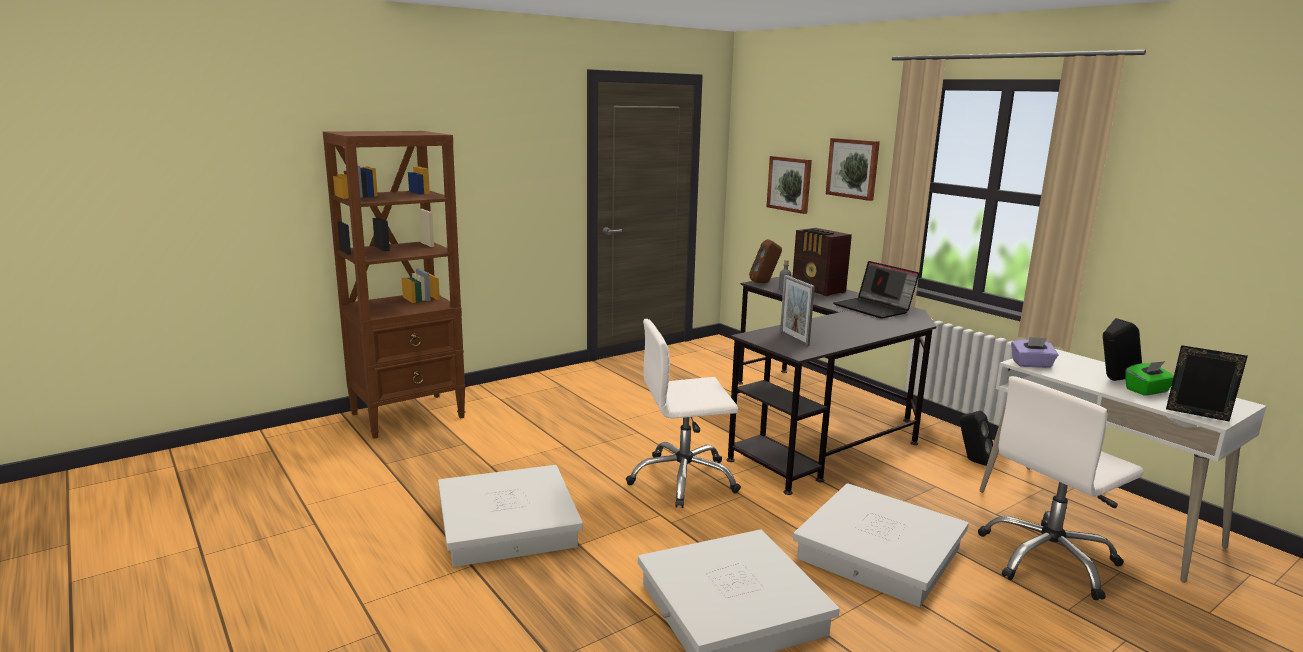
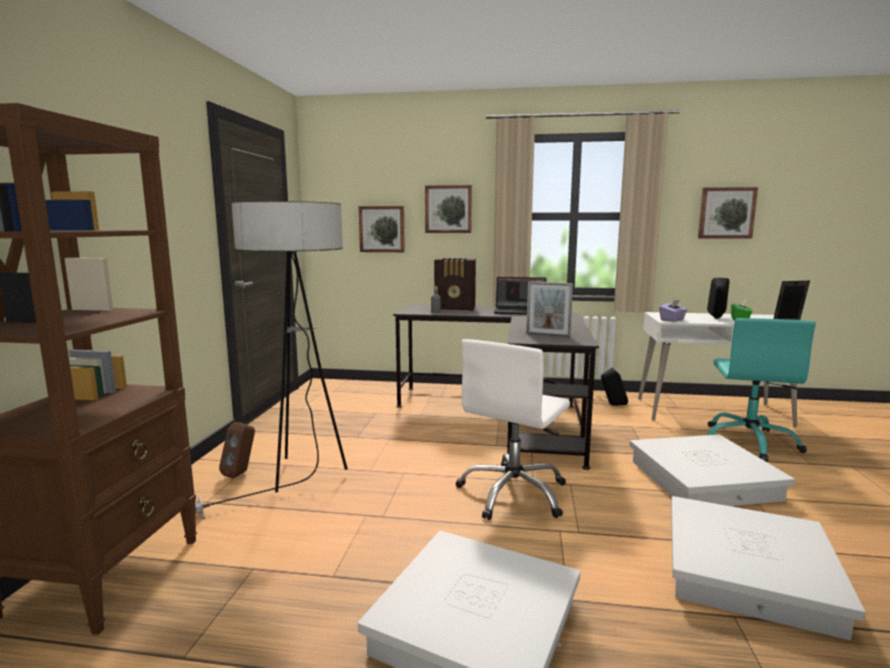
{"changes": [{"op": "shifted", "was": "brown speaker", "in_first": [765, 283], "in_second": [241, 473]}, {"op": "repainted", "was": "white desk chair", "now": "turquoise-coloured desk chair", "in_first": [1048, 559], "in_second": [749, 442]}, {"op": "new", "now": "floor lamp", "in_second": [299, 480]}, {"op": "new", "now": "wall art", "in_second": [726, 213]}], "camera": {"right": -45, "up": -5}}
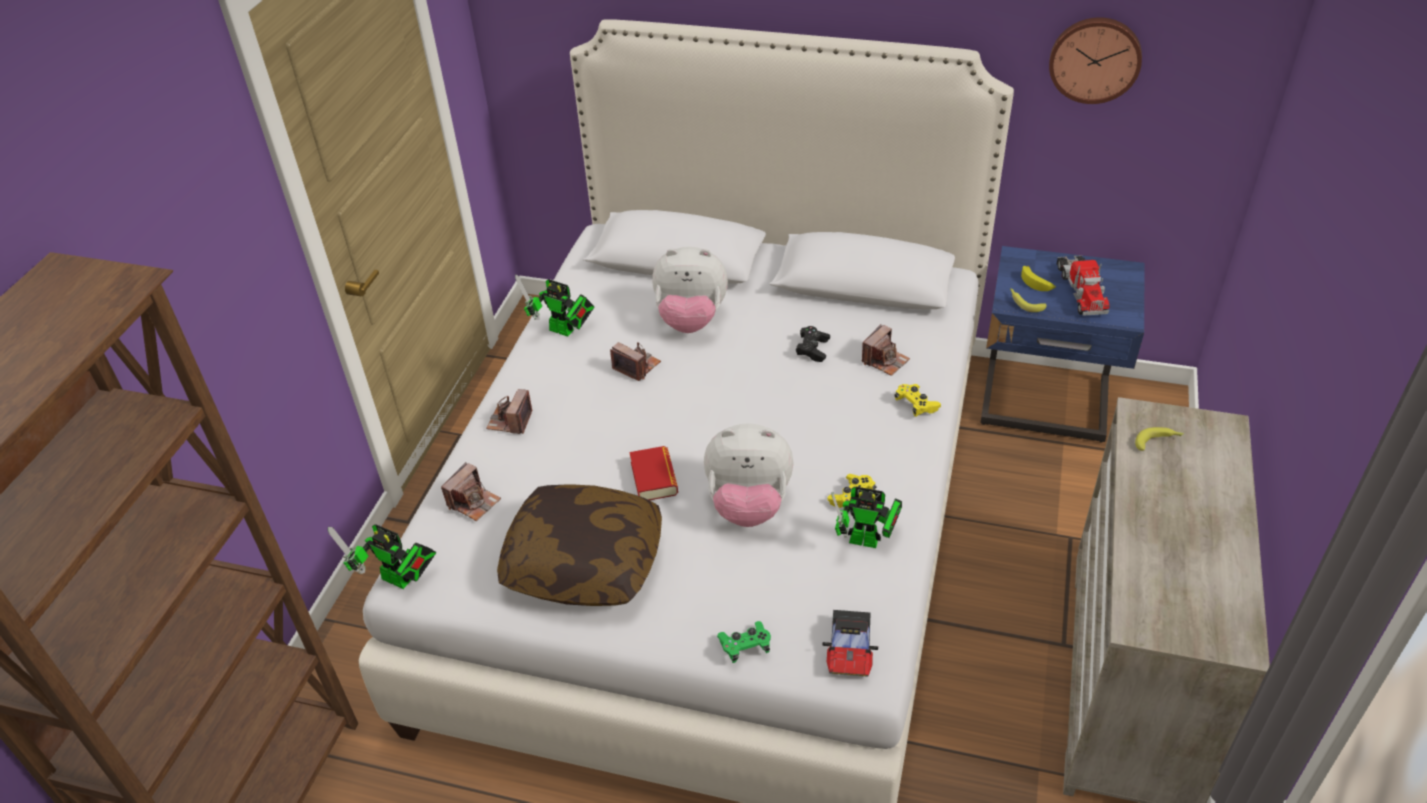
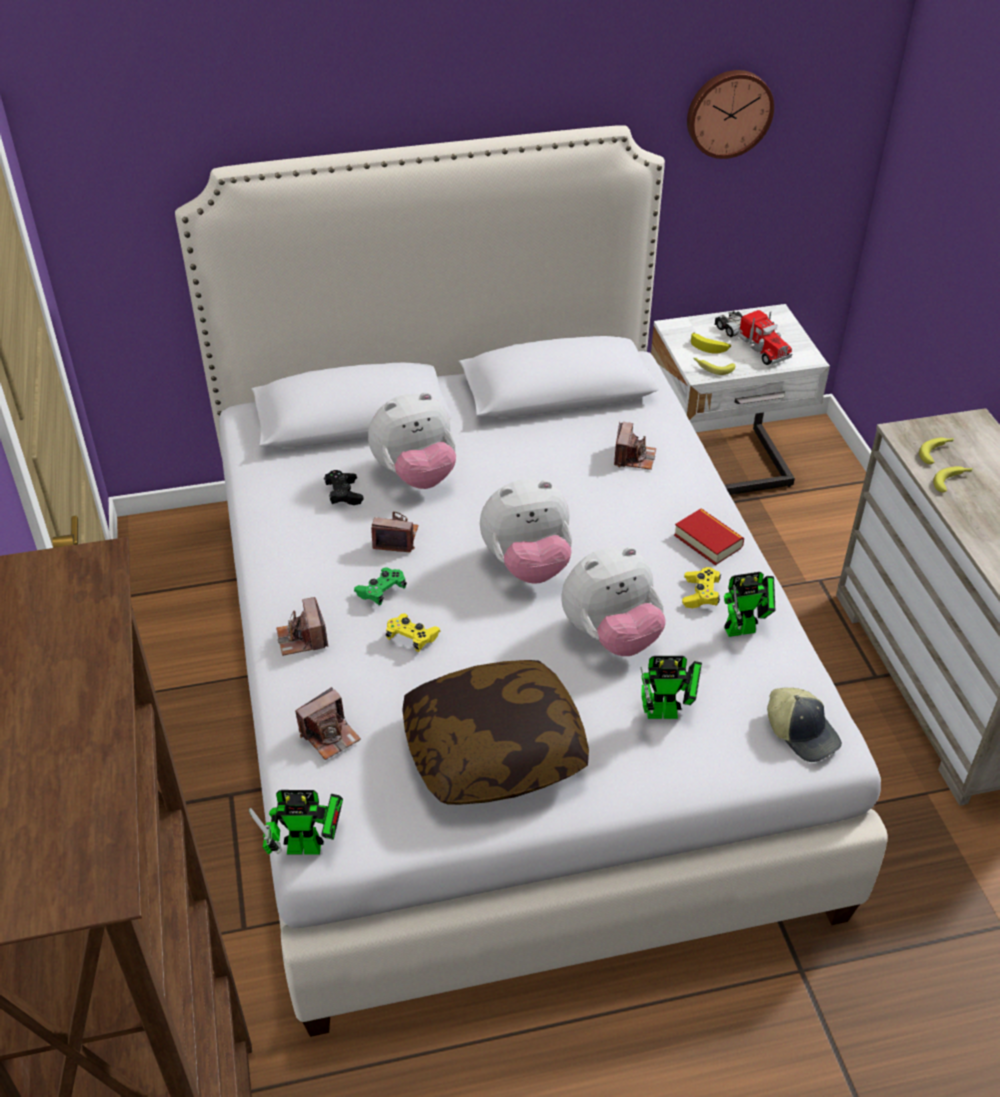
{"changes": [{"op": "rotated", "was": "still camera", "in_first": [473, 502], "in_second": [330, 735], "clockwise": 45}, {"op": "shifted", "was": "model robot", "in_first": [565, 331], "in_second": [667, 713]}, {"op": "shifted", "was": "bound book", "in_first": [654, 478], "in_second": [708, 541]}, {"op": "shifted", "was": "green game controller", "in_first": [745, 647], "in_second": [381, 592]}, {"op": "shifted", "was": "black-coloured game controller", "in_first": [812, 349], "in_second": [344, 494]}, {"op": "swapped", "was": "model car", "now": "cap", "in_first": [850, 649], "in_second": [802, 732]}, {"op": "shifted", "was": "yellow game controller", "in_first": [916, 405], "in_second": [412, 638]}, {"op": "repainted", "was": "bluish nightstand", "now": "white nightstand", "in_first": [1045, 405], "in_second": [721, 469]}, {"op": "new", "now": "cuddly toy", "in_second": [527, 565]}, {"op": "new", "now": "whole banana", "in_second": [952, 481]}], "camera": {"right": -30, "up": 0}}
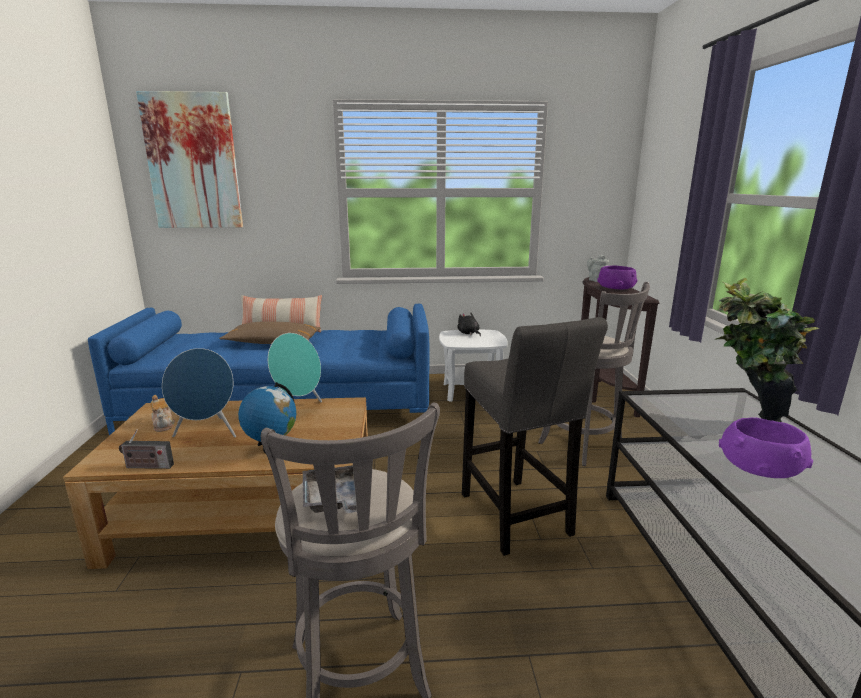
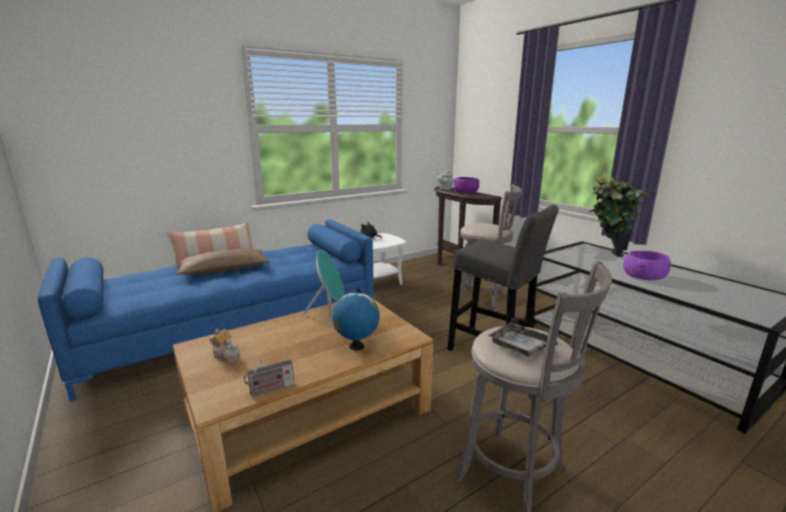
{"changes": [{"op": "gone", "was": "wall art", "in_first": [193, 162]}, {"op": "gone", "was": "bluish speaker", "in_first": [207, 433]}], "camera": {"right": -30, "up": 0}}
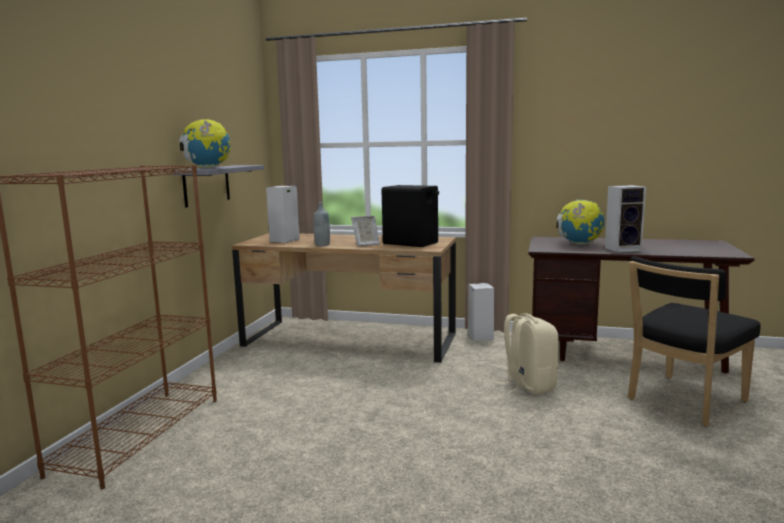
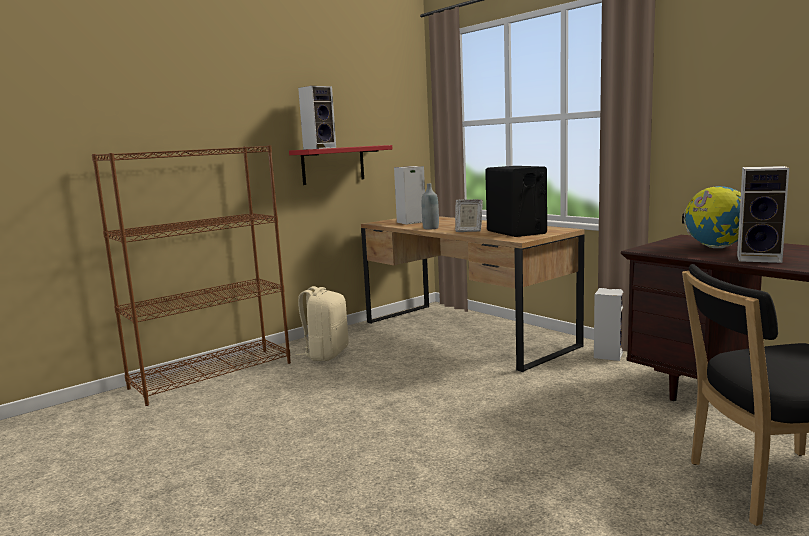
{"changes": [{"op": "repainted", "was": "greyish bracket shelf", "now": "red-coloured bracket shelf", "in_first": [206, 185], "in_second": [333, 165]}, {"op": "swapped", "was": "globe", "now": "speaker", "in_first": [207, 168], "in_second": [320, 148]}, {"op": "shifted", "was": "beige knapsack", "in_first": [528, 385], "in_second": [326, 354]}], "camera": {"right": 35, "up": 0}}
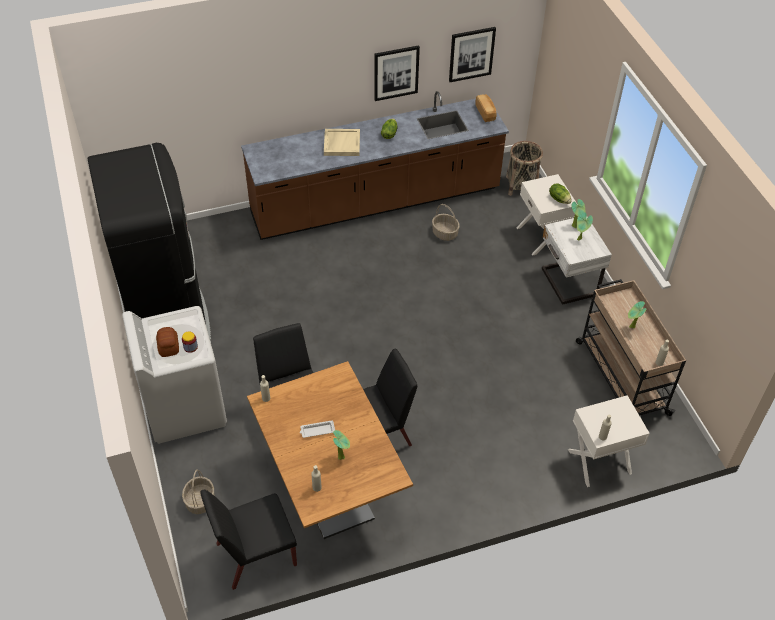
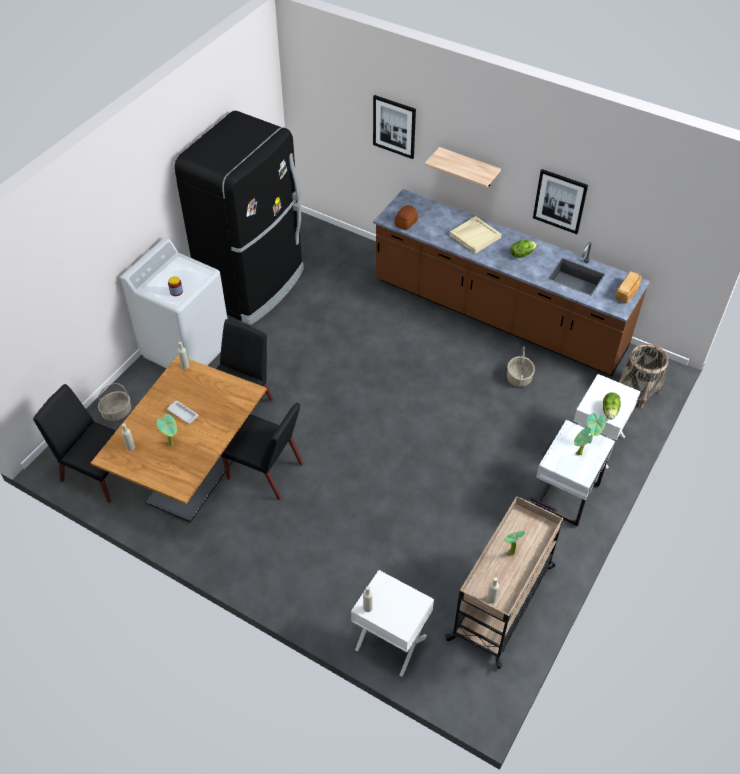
{"changes": [{"op": "shifted", "was": "bread", "in_first": [168, 347], "in_second": [405, 223]}, {"op": "shifted", "was": "wall art", "in_first": [471, 54], "in_second": [394, 126]}, {"op": "new", "now": "bracket shelf", "in_second": [468, 167]}], "camera": {"right": 50, "up": 0}}
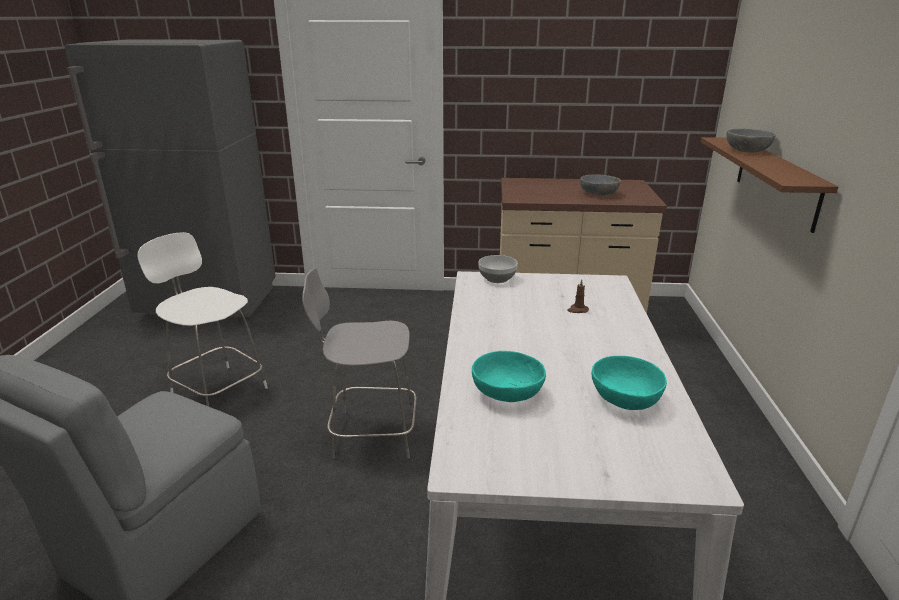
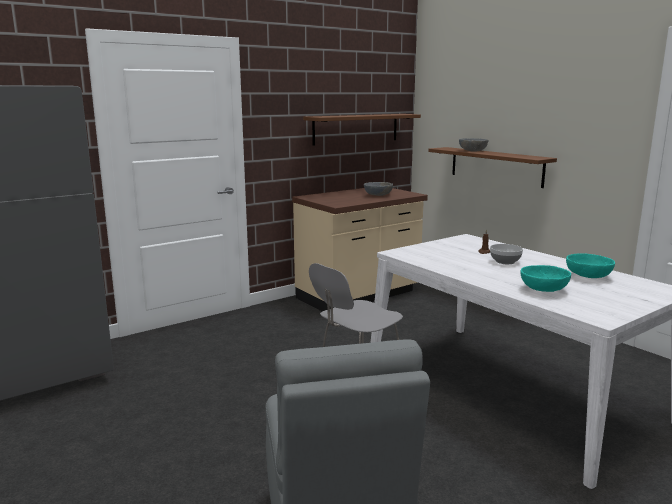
{"changes": [{"op": "gone", "was": "white plain chair", "in_first": [217, 390]}, {"op": "shifted", "was": "deep dish", "in_first": [497, 278], "in_second": [504, 261]}, {"op": "new", "now": "brown bracket shelf", "in_second": [356, 128]}], "camera": {"right": -40, "up": -10}}
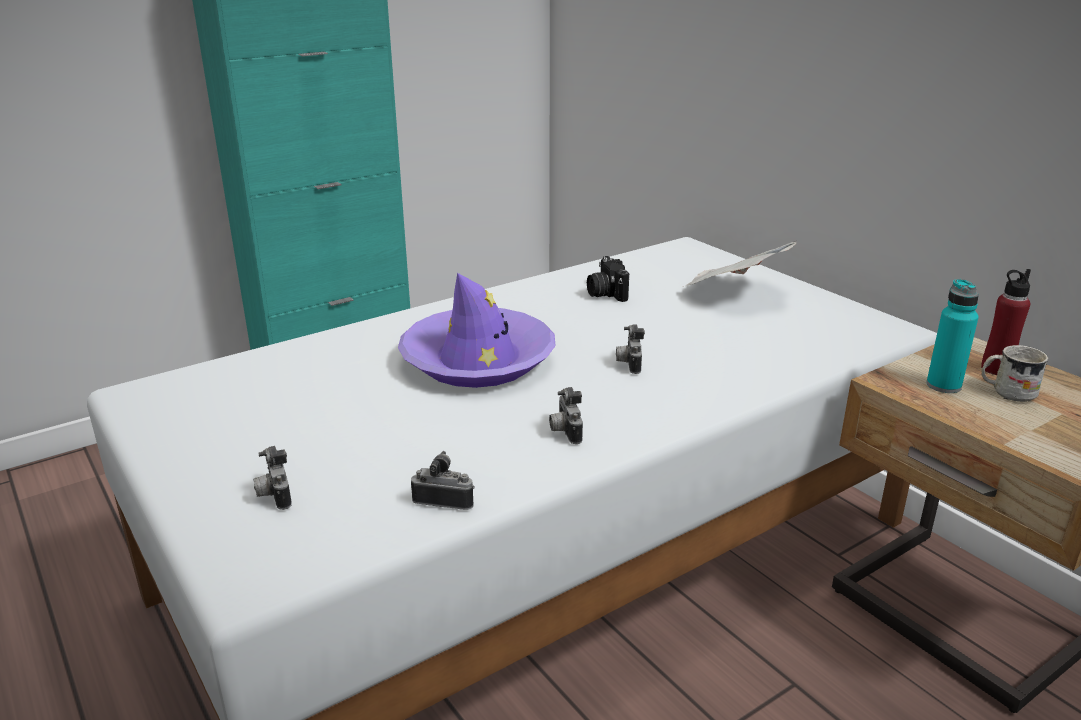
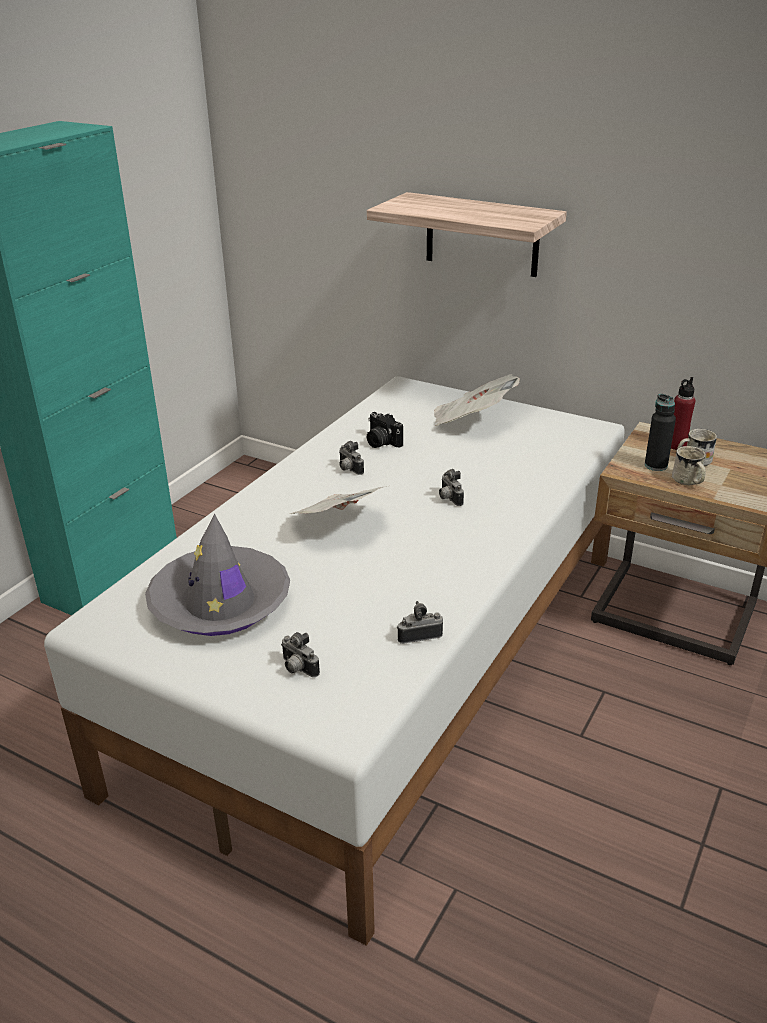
{"changes": [{"op": "swapped", "was": "purple clothing hat", "now": "daily paper", "in_first": [478, 360], "in_second": [339, 523]}, {"op": "shifted", "was": "still camera", "in_first": [564, 432], "in_second": [348, 470]}, {"op": "repainted", "was": "turquoise-coloured bottle", "now": "black-coloured bottle", "in_first": [943, 385], "in_second": [655, 465]}, {"op": "new", "now": "greyish clothing hat", "in_second": [220, 603]}, {"op": "new", "now": "bracket shelf", "in_second": [482, 235]}, {"op": "new", "now": "white mug", "in_second": [688, 482]}], "camera": {"right": -25, "up": 5}}
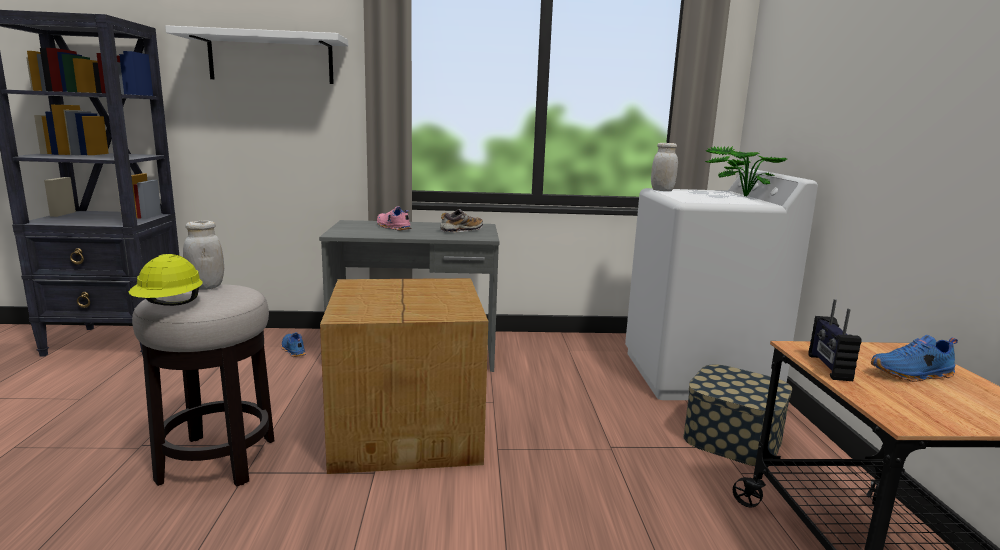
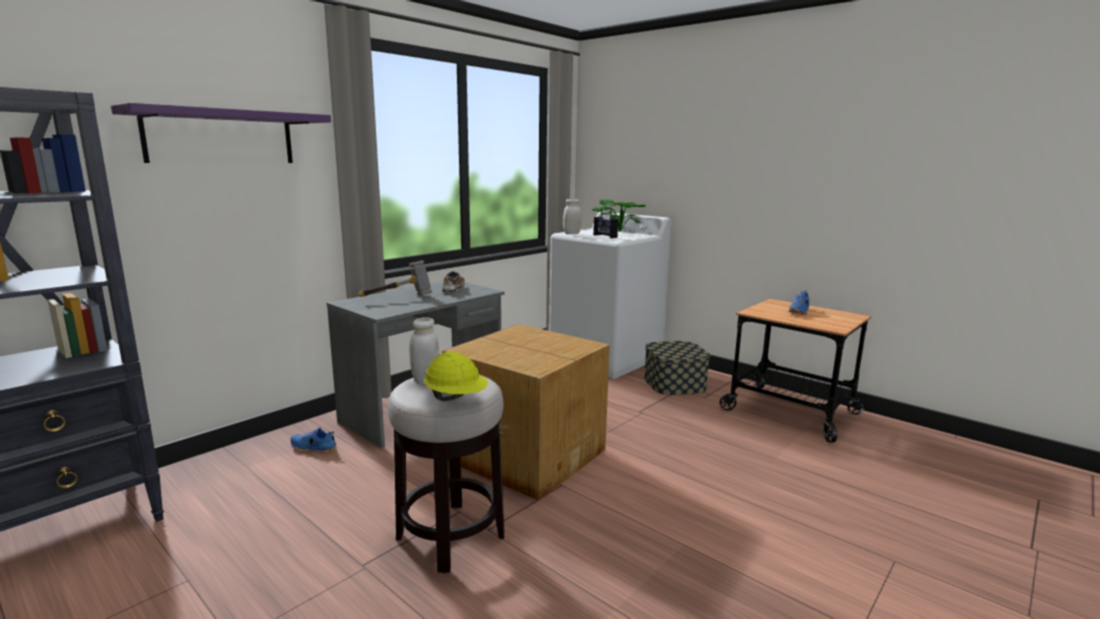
{"changes": [{"op": "repainted", "was": "white bracket shelf", "now": "purple bracket shelf", "in_first": [271, 59], "in_second": [221, 137]}, {"op": "swapped", "was": "pinkish item of footwear", "now": "hammer", "in_first": [392, 227], "in_second": [398, 298]}, {"op": "shifted", "was": "radio", "in_first": [828, 367], "in_second": [604, 236]}], "camera": {"right": -45, "up": 0}}
